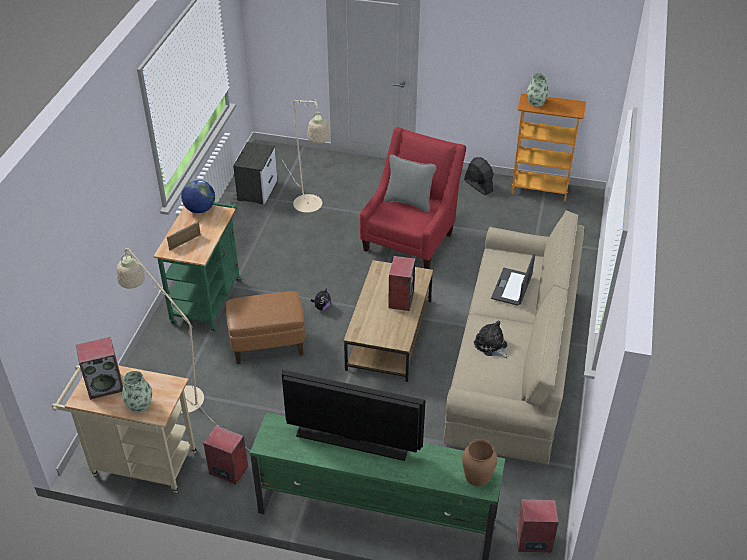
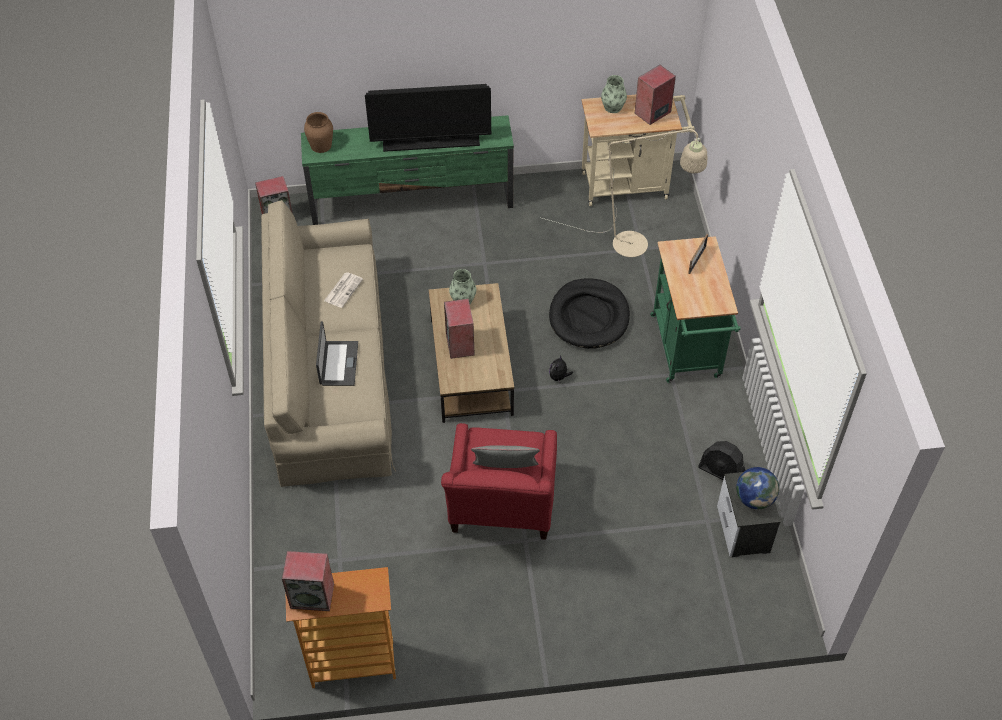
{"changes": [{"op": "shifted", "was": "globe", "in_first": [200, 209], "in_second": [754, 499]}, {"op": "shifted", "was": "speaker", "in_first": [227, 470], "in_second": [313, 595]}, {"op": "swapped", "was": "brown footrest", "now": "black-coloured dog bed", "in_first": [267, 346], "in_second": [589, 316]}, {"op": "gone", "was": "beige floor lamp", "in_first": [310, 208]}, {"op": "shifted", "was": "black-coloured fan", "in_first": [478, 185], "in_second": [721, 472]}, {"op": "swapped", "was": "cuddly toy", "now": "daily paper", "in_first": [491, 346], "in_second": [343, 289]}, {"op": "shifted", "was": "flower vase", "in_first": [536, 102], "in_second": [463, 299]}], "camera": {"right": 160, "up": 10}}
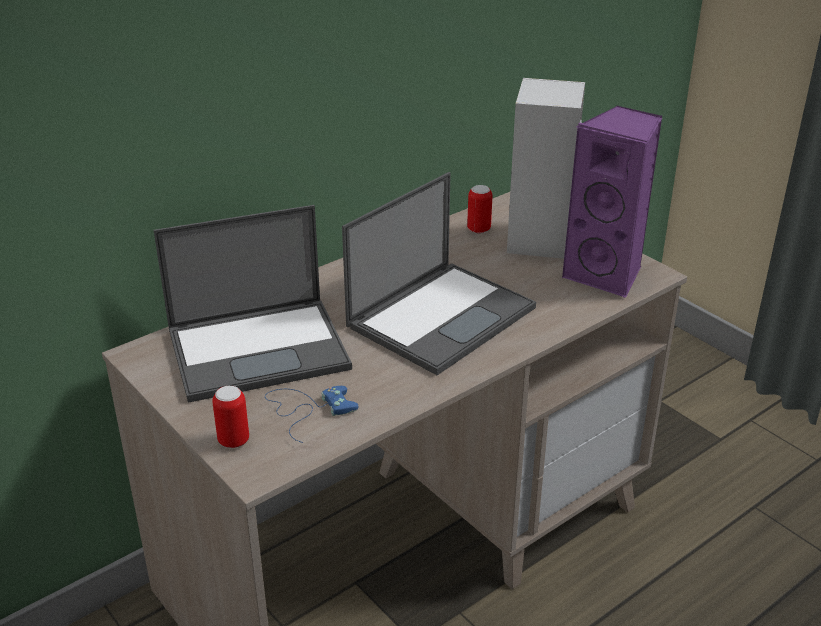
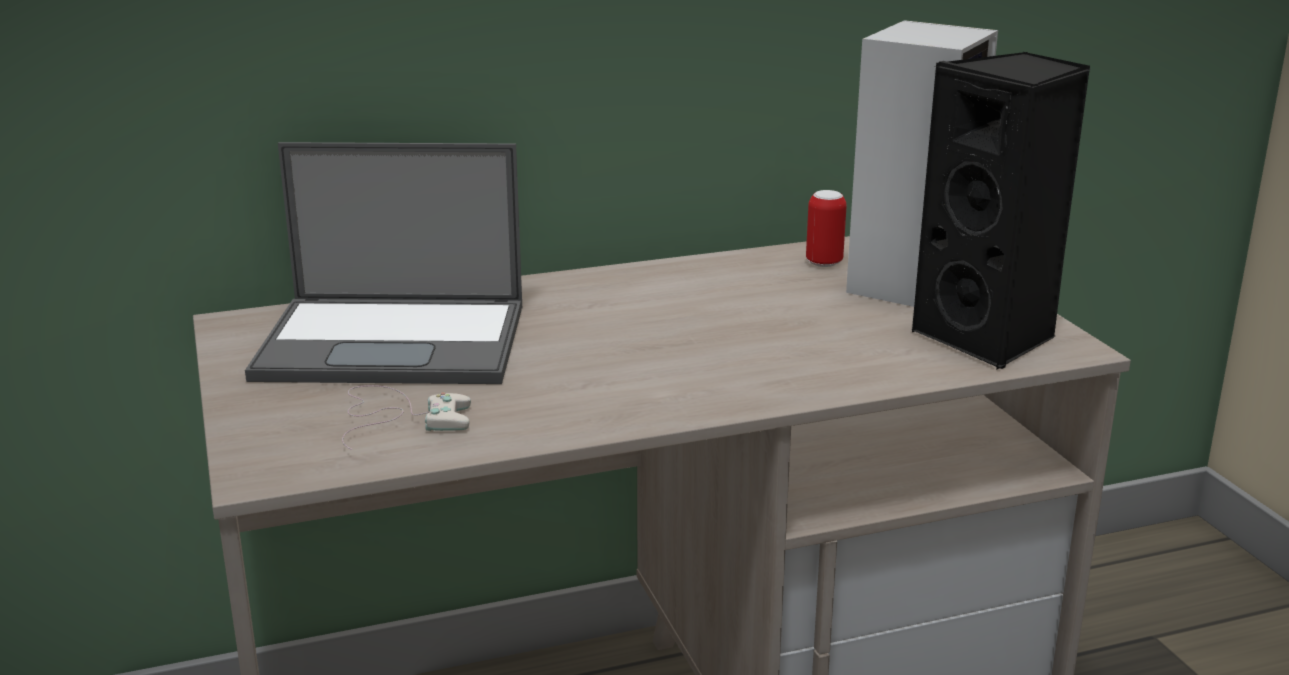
{"changes": [{"op": "gone", "was": "sealed can", "in_first": [233, 441]}, {"op": "repainted", "was": "bluish game controller", "now": "white game controller", "in_first": [307, 409], "in_second": [398, 417]}, {"op": "gone", "was": "portable computer", "in_first": [442, 315]}, {"op": "repainted", "was": "purple speaker", "now": "black-coloured speaker", "in_first": [607, 275], "in_second": [990, 338]}], "camera": {"right": 20, "up": -10}}
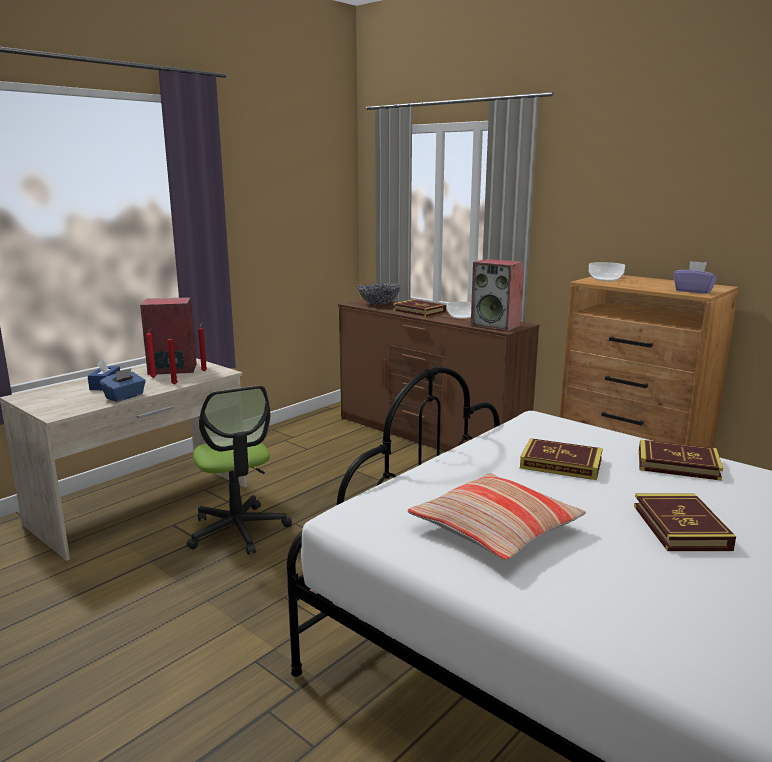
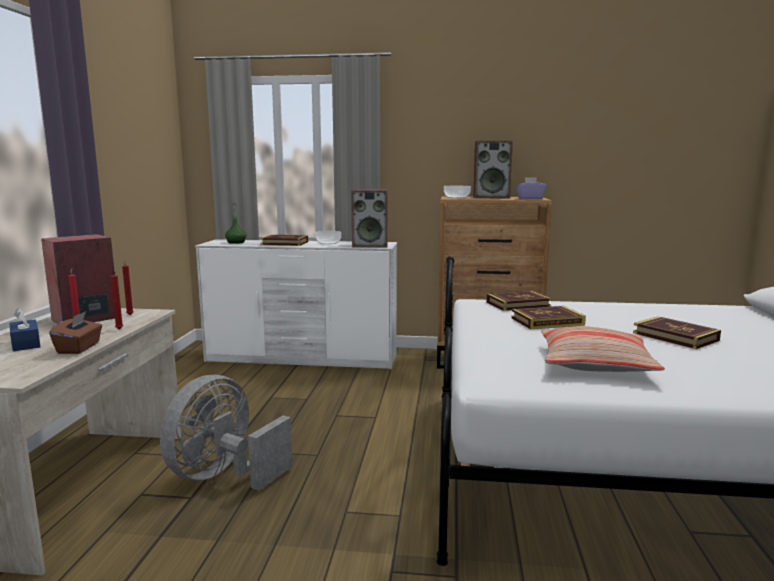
{"changes": [{"op": "repainted", "was": "bluish tissue box", "now": "brown tissue box", "in_first": [125, 397], "in_second": [79, 348]}, {"op": "swapped", "was": "desk chair", "now": "greyish fan", "in_first": [238, 530], "in_second": [223, 475]}, {"op": "repainted", "was": "brown drawer chest", "now": "white drawer chest", "in_first": [429, 436], "in_second": [302, 358]}, {"op": "swapped", "was": "deep dish", "now": "green bottle", "in_first": [378, 304], "in_second": [236, 242]}, {"op": "shifted", "was": "bound book", "in_first": [677, 464], "in_second": [518, 304]}, {"op": "new", "now": "speaker", "in_second": [491, 197]}], "camera": {"right": -35, "up": -5}}
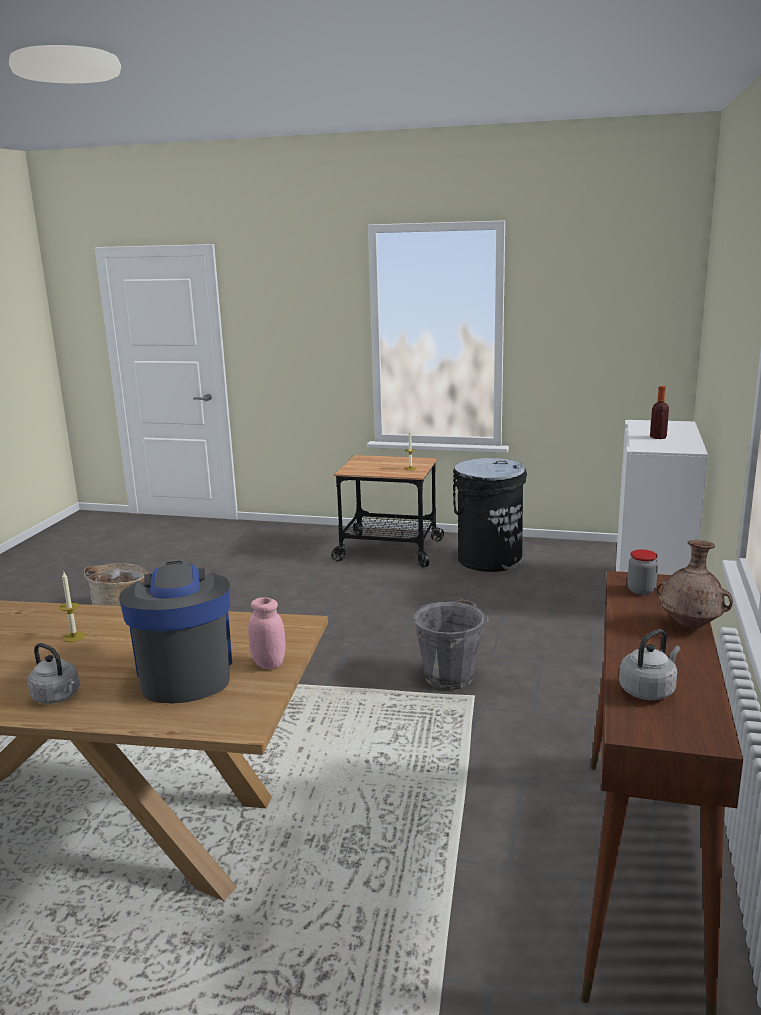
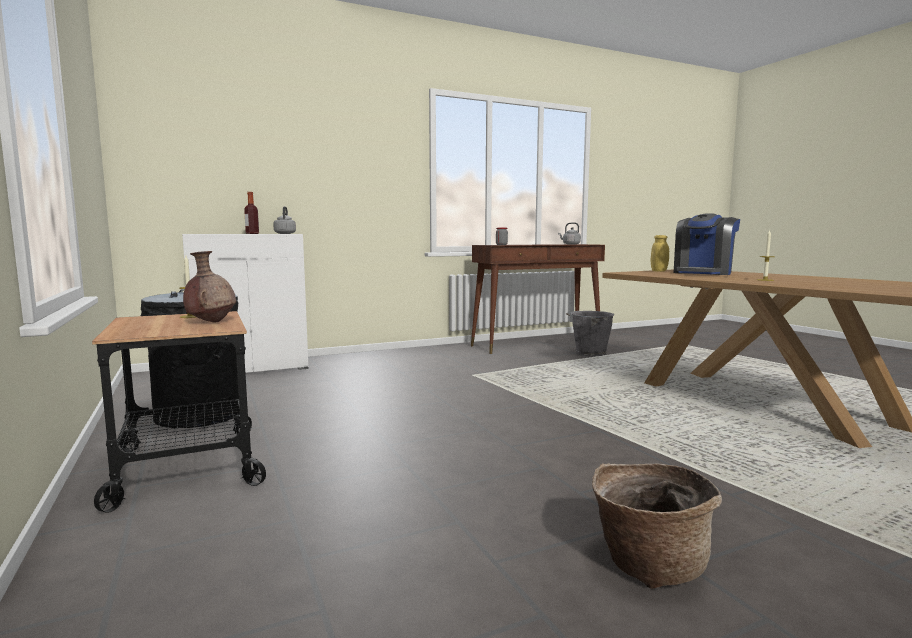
{"changes": [{"op": "shifted", "was": "greyish kettle", "in_first": [58, 697], "in_second": [285, 233]}, {"op": "repainted", "was": "pinkish preserve jar", "now": "yellow preserve jar", "in_first": [268, 664], "in_second": [659, 271]}, {"op": "shifted", "was": "greyish pail", "in_first": [450, 676], "in_second": [589, 353]}, {"op": "shifted", "was": "brown flower vase", "in_first": [691, 626], "in_second": [211, 322]}], "camera": {"right": -130, "up": -10}}
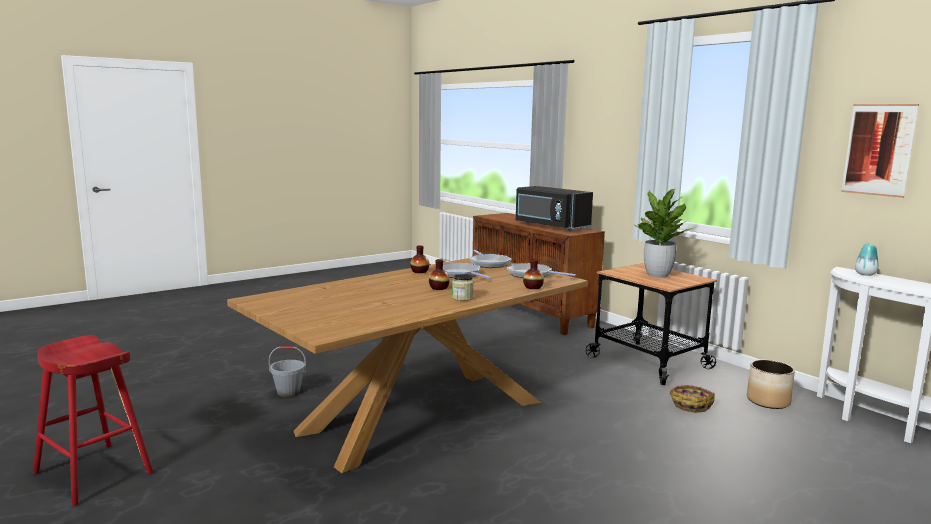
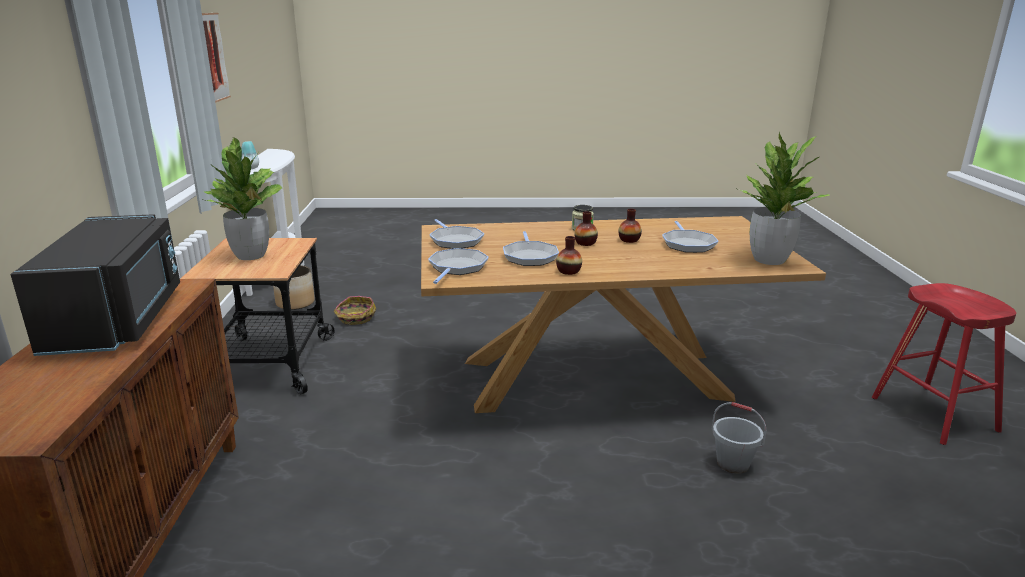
{"changes": [{"op": "shifted", "was": "flower vase", "in_first": [533, 287], "in_second": [629, 240]}, {"op": "new", "now": "skillet", "in_second": [688, 244]}, {"op": "new", "now": "potted plant", "in_second": [769, 260]}], "camera": {"right": -145, "up": 10}}
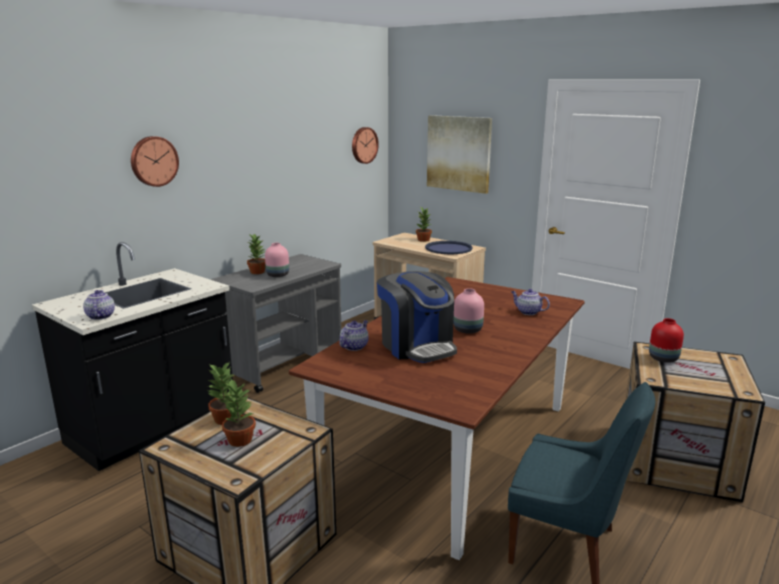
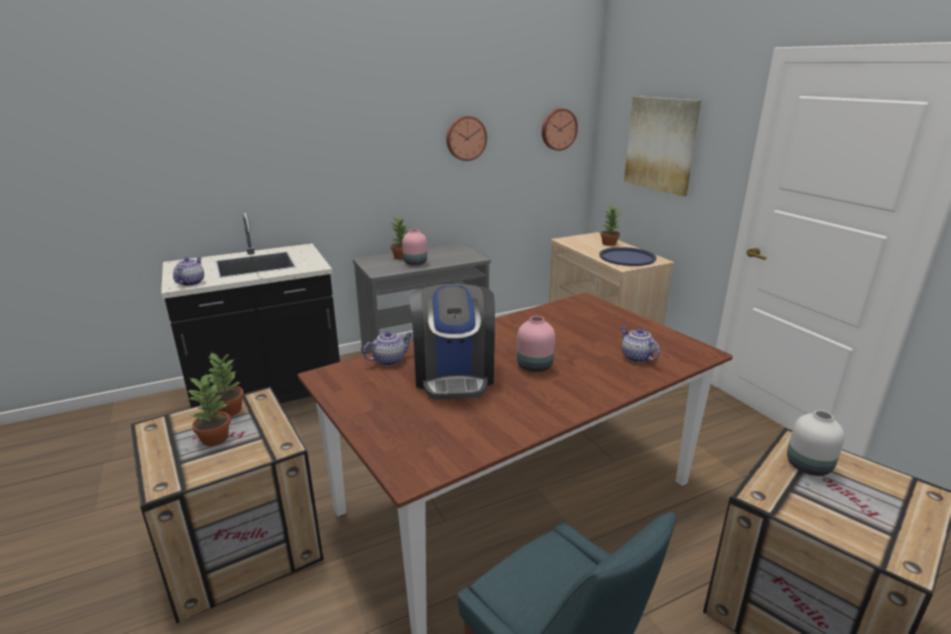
{"changes": [{"op": "shifted", "was": "wall clock", "in_first": [153, 161], "in_second": [465, 138]}, {"op": "repainted", "was": "red-coloured flower vase", "now": "white flower vase", "in_first": [664, 359], "in_second": [809, 467]}], "camera": {"right": 25, "up": 5}}
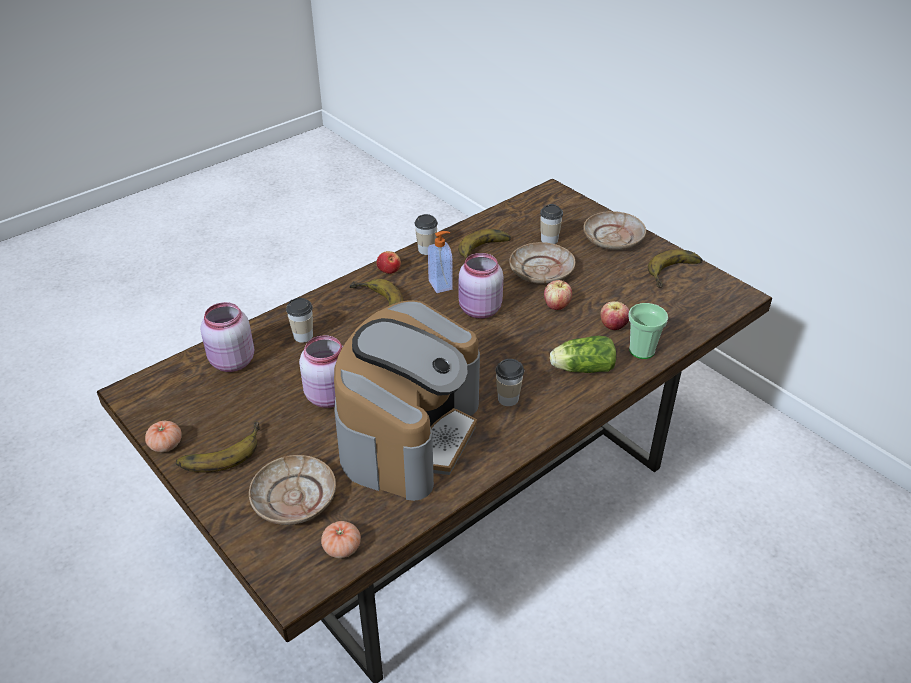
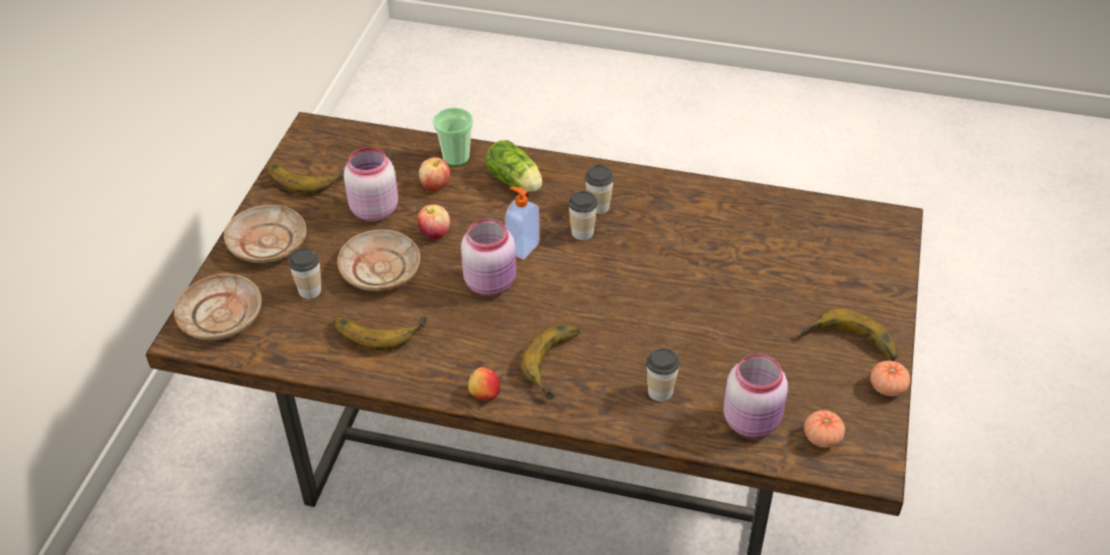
{"changes": [{"op": "shifted", "was": "beige dinner plate", "in_first": [294, 498], "in_second": [221, 316]}, {"op": "shifted", "was": "pinkish preserve jar", "in_first": [330, 396], "in_second": [373, 209]}, {"op": "shifted", "was": "whole tomato", "in_first": [342, 548], "in_second": [822, 437]}, {"op": "gone", "was": "coffee machine", "in_first": [409, 433]}, {"op": "shifted", "was": "drinking cup", "in_first": [426, 249], "in_second": [582, 232]}, {"op": "shifted", "was": "liquid soap bottle", "in_first": [441, 285], "in_second": [522, 247]}], "camera": {"right": -125, "up": 5}}
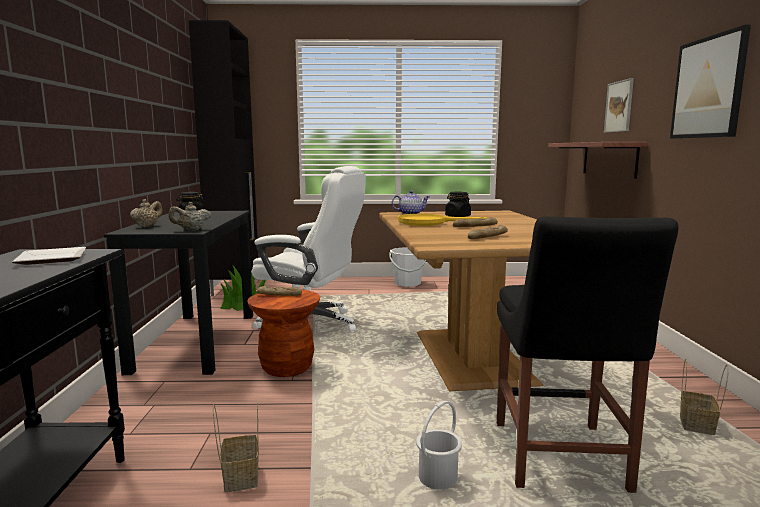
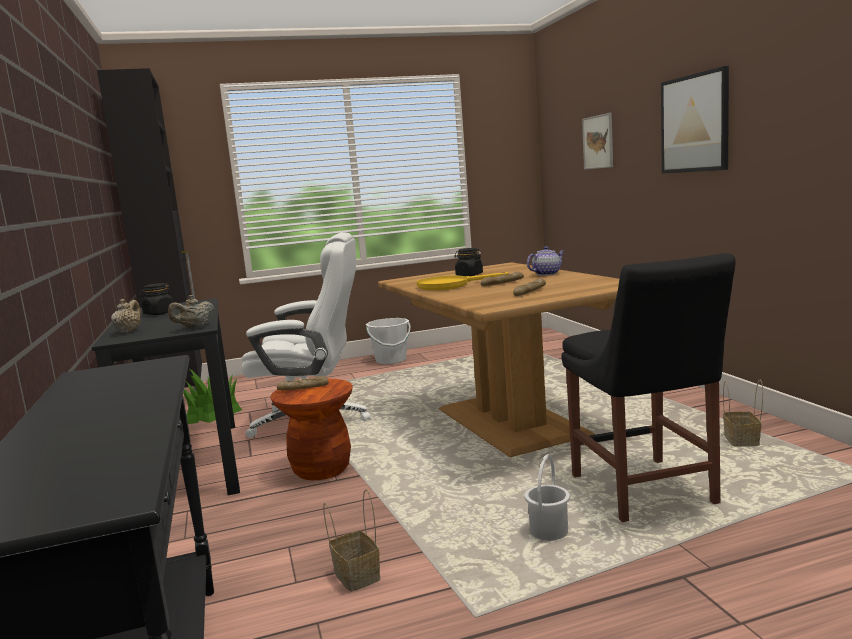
{"changes": [{"op": "gone", "was": "dinner plate", "in_first": [54, 258]}, {"op": "shifted", "was": "pot for tea", "in_first": [410, 214], "in_second": [546, 274]}, {"op": "gone", "was": "bracket shelf", "in_first": [609, 159]}], "camera": {"right": -15, "up": 0}}
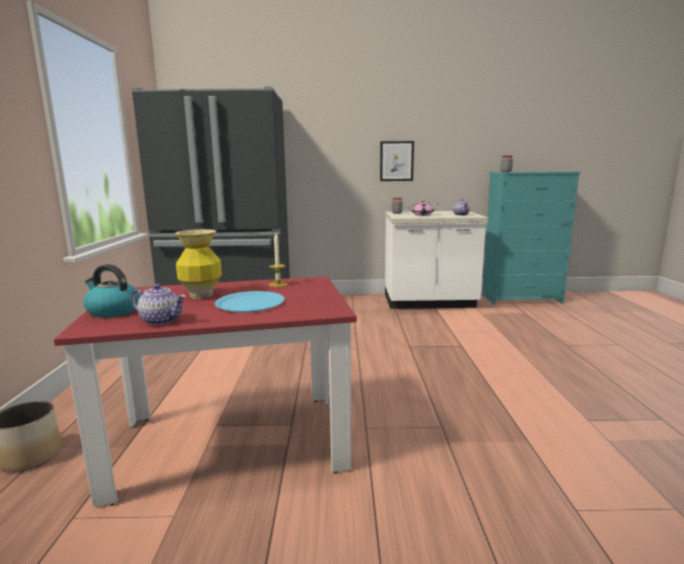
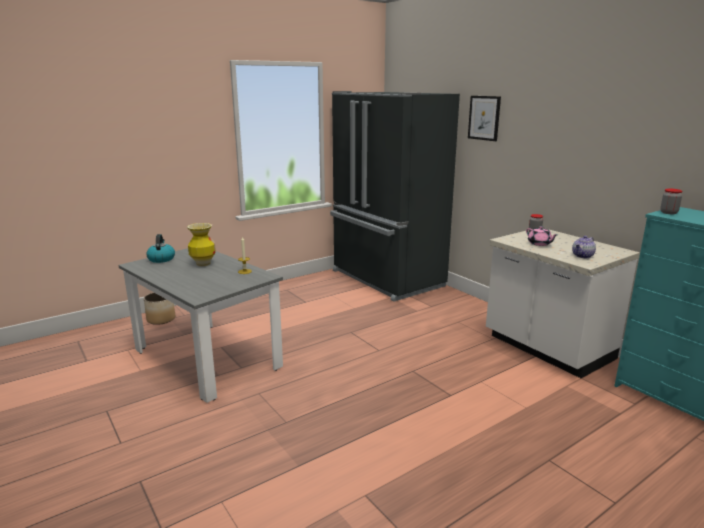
{"changes": [{"op": "repainted", "was": "red-coloured dining table", "now": "greyish dining table", "in_first": [232, 443], "in_second": [207, 358]}, {"op": "gone", "was": "pot for tea", "in_first": [161, 320]}, {"op": "gone", "was": "bluish dinner plate", "in_first": [250, 303]}, {"op": "shifted", "was": "wall art", "in_first": [396, 161], "in_second": [484, 118]}], "camera": {"right": 55, "up": 5}}
